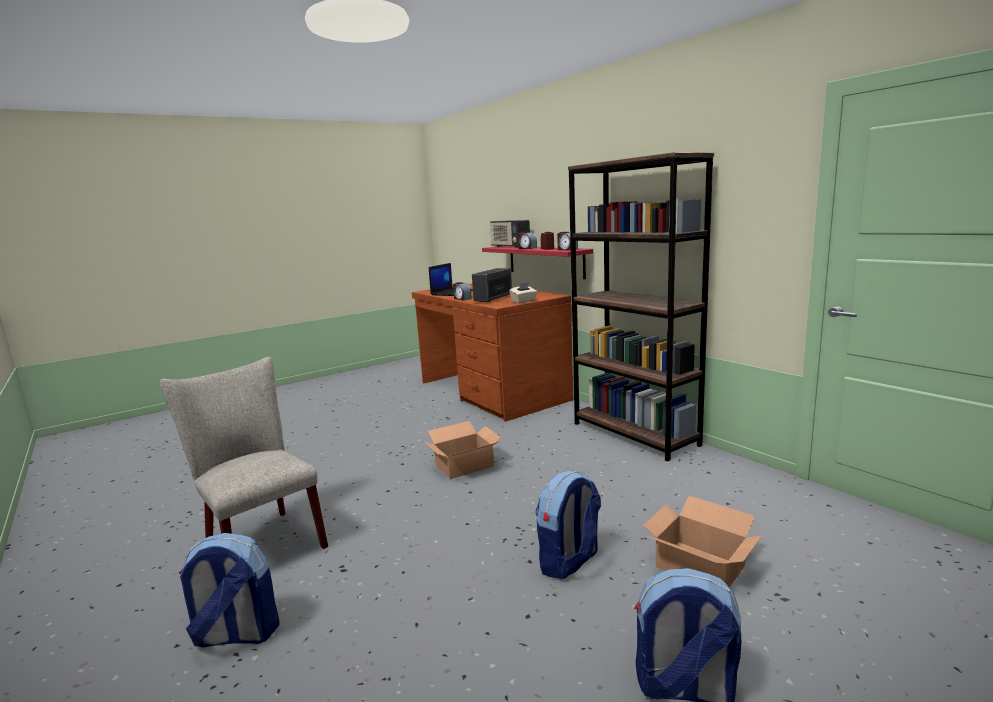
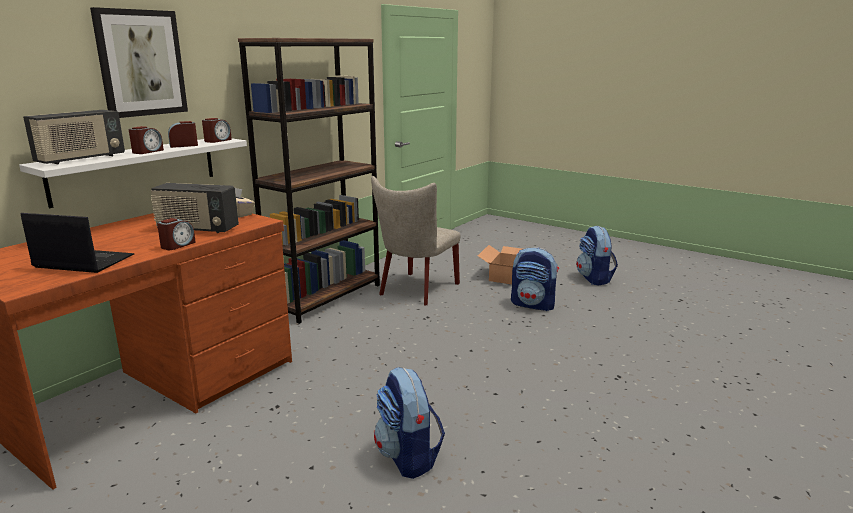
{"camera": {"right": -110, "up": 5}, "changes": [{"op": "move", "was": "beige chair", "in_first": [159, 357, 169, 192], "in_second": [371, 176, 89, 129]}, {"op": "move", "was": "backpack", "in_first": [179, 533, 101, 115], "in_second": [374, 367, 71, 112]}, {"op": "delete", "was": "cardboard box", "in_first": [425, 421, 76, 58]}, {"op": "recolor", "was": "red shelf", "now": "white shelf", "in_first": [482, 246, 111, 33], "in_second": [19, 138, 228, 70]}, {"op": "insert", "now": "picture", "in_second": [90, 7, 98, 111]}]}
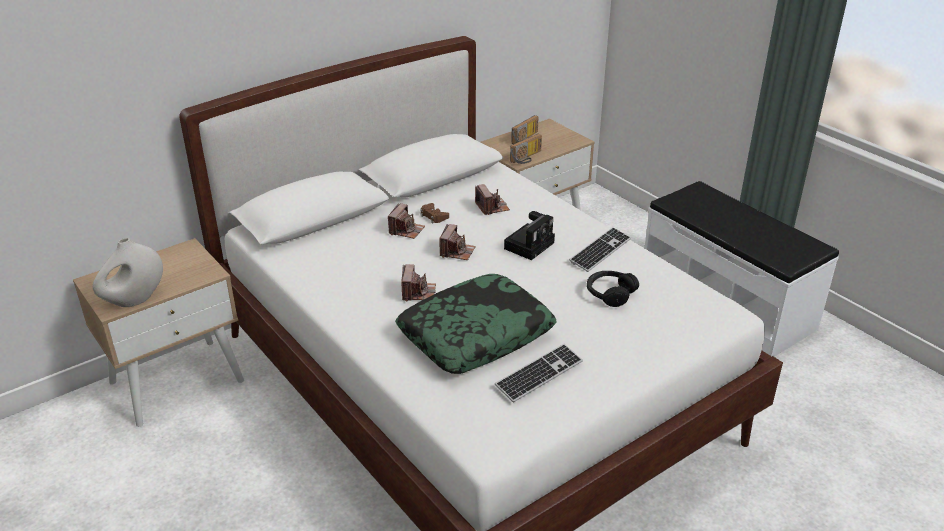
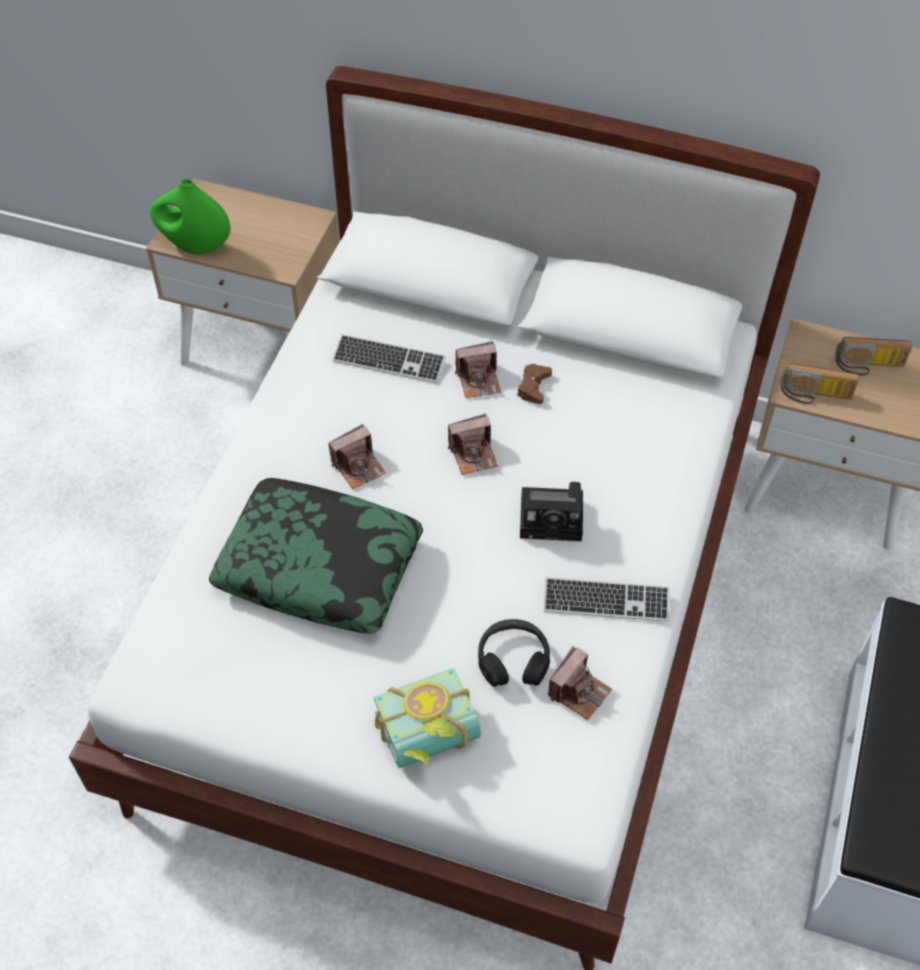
{"camera": {"right": 55, "up": 20}, "changes": [{"op": "recolor", "was": "white vase", "now": "green vase", "in_first": [92, 238, 71, 69], "in_second": [150, 179, 80, 75]}, {"op": "move", "was": "photo camera", "in_first": [475, 184, 35, 31], "in_second": [548, 646, 64, 74]}, {"op": "move", "was": "keyboard", "in_first": [495, 344, 88, 59], "in_second": [333, 334, 113, 49]}, {"op": "insert", "now": "book", "in_second": [374, 668, 107, 100]}]}
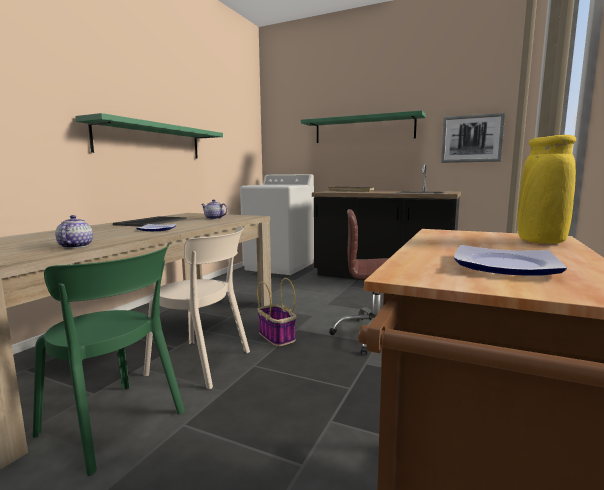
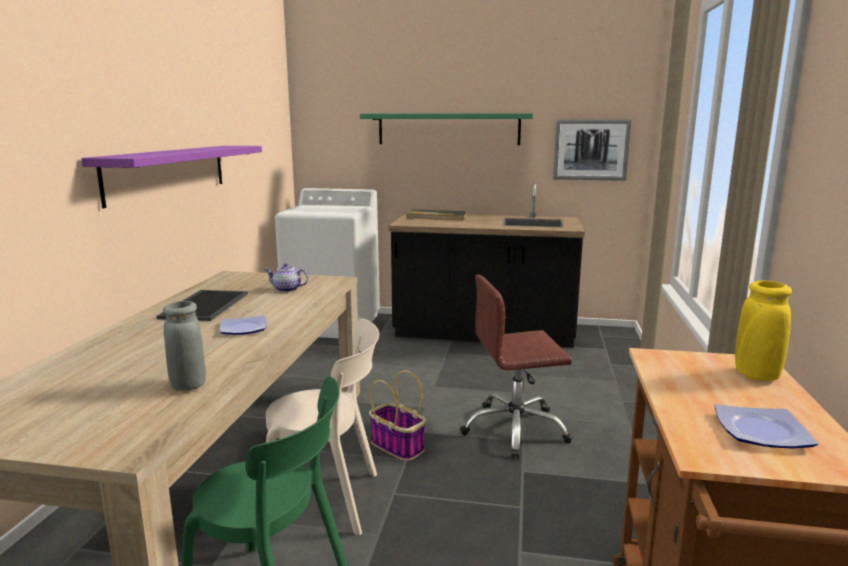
{"camera": {"right": -15, "up": 5}, "changes": [{"op": "replace", "was": "teapot", "now": "grey vase", "in_first": [55, 215, 38, 33], "in_second": [163, 301, 43, 90]}, {"op": "recolor", "was": "green shelf", "now": "purple shelf", "in_first": [75, 113, 148, 46], "in_second": [81, 146, 181, 62]}]}
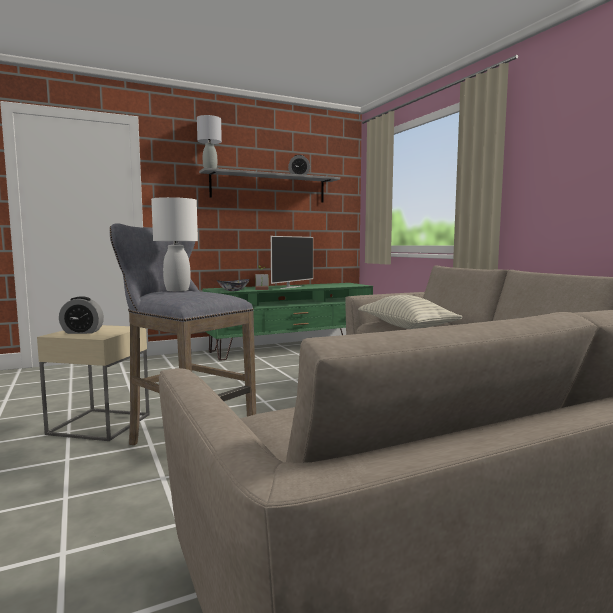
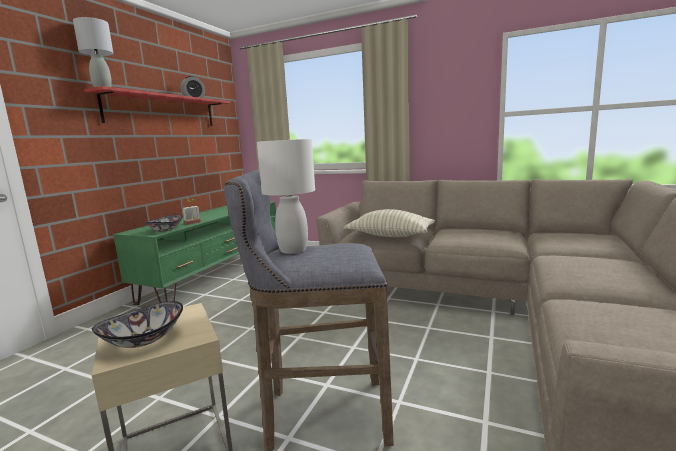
{"camera": {"right": -40, "up": 5}, "changes": [{"op": "replace", "was": "alarm clock", "now": "bowl", "in_first": [59, 296, 45, 38], "in_second": [92, 301, 91, 47]}, {"op": "recolor", "was": "grey shelf", "now": "red shelf", "in_first": [199, 168, 141, 35], "in_second": [84, 86, 146, 40]}, {"op": "delete", "was": "television", "in_first": [271, 236, 42, 53]}]}
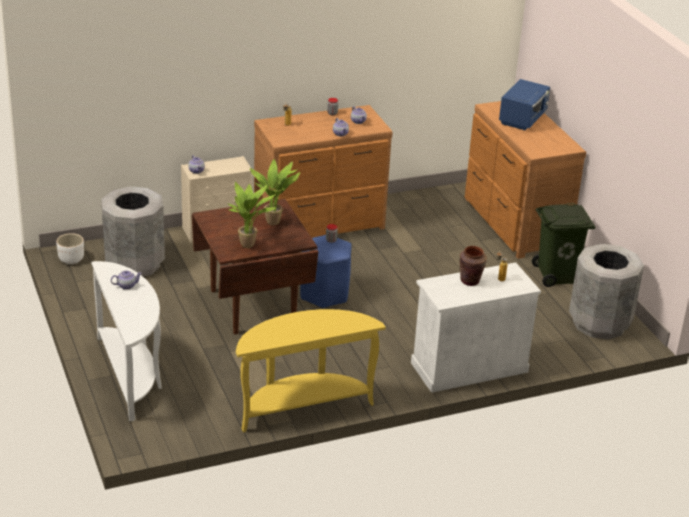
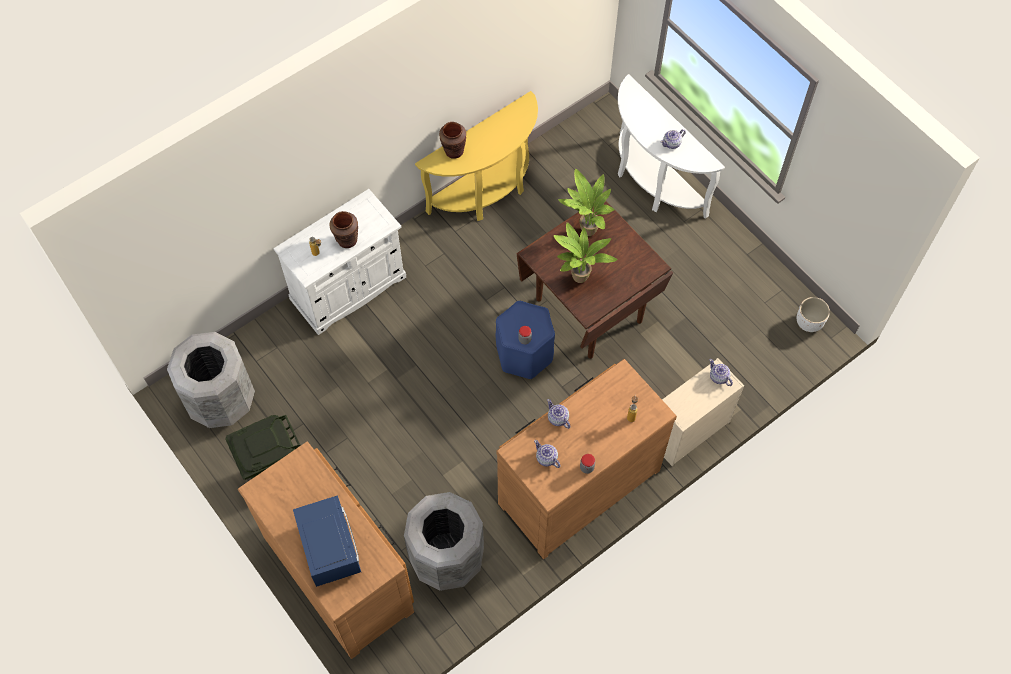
{"camera": {"right": 165, "up": 30}, "changes": [{"op": "move", "was": "grey trash can", "in_first": [101, 186, 64, 91], "in_second": [404, 492, 80, 99]}, {"op": "rotate", "was": "blue microwave", "in_first": [499, 79, 51, 51], "in_second": [293, 495, 68, 92], "clockwise": 150}, {"op": "insert", "now": "brown vase", "in_second": [439, 122, 27, 37]}]}
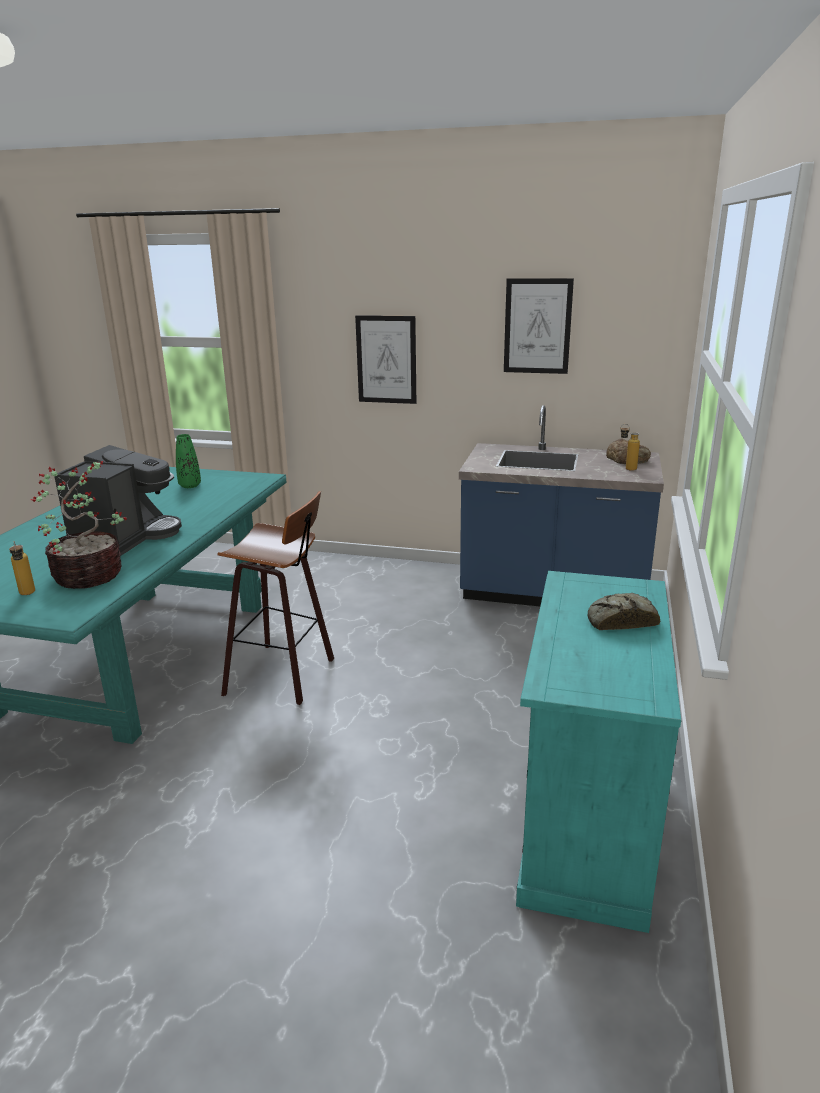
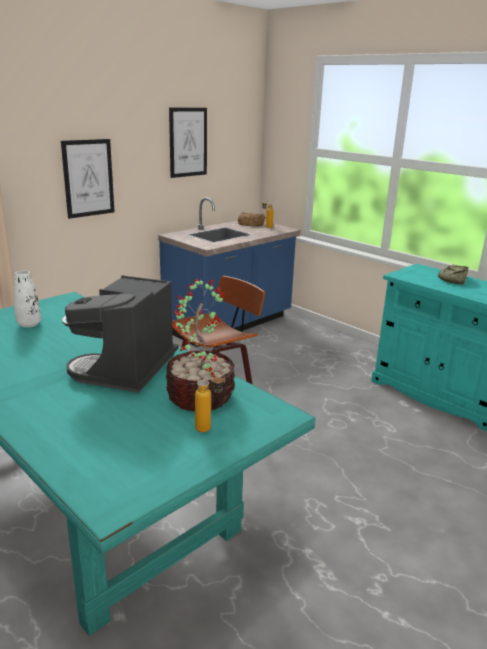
{"camera": {"right": -60, "up": 0}, "changes": [{"op": "rotate", "was": "coffee machine", "in_first": [54, 445, 128, 111], "in_second": [62, 275, 116, 118], "clockwise": -120}, {"op": "recolor", "was": "green vase", "now": "white vase", "in_first": [176, 434, 25, 54], "in_second": [14, 271, 27, 57]}]}
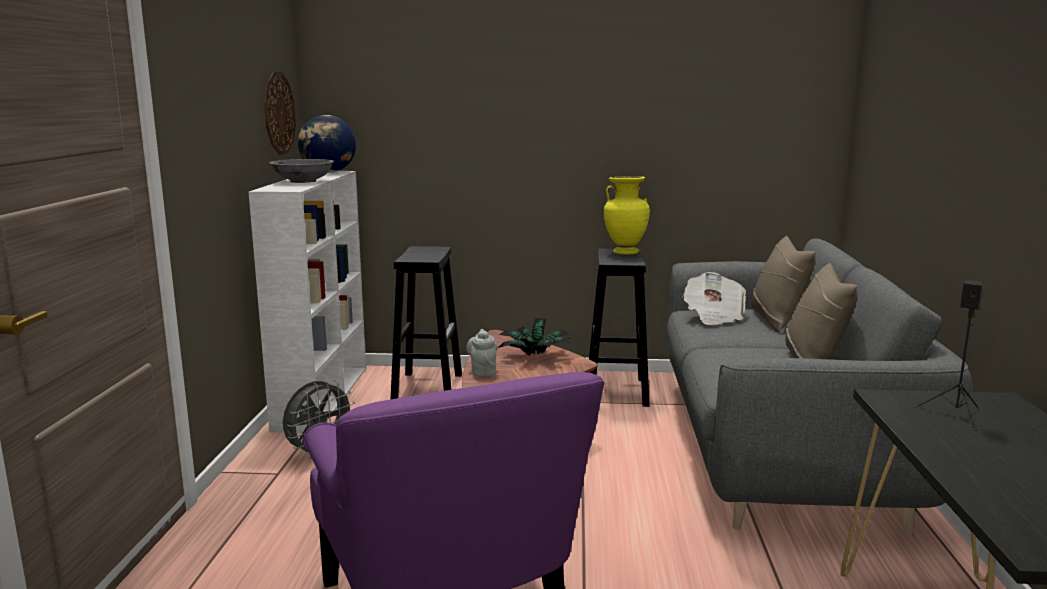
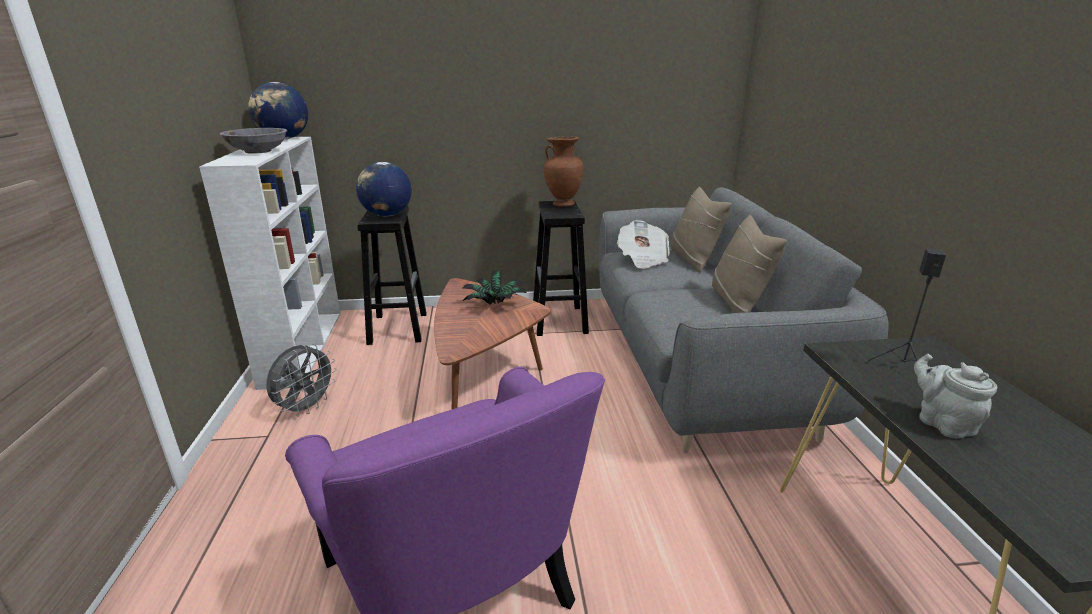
{"camera": {"right": -10, "up": 10}, "changes": [{"op": "delete", "was": "wall clock", "in_first": [264, 72, 32, 83]}, {"op": "move", "was": "grey teapot", "in_first": [466, 329, 31, 47], "in_second": [914, 354, 83, 84]}, {"op": "recolor", "was": "yellow vase", "now": "brown vase", "in_first": [604, 176, 46, 79], "in_second": [544, 136, 39, 71]}, {"op": "insert", "now": "globe", "in_second": [356, 162, 56, 54]}]}
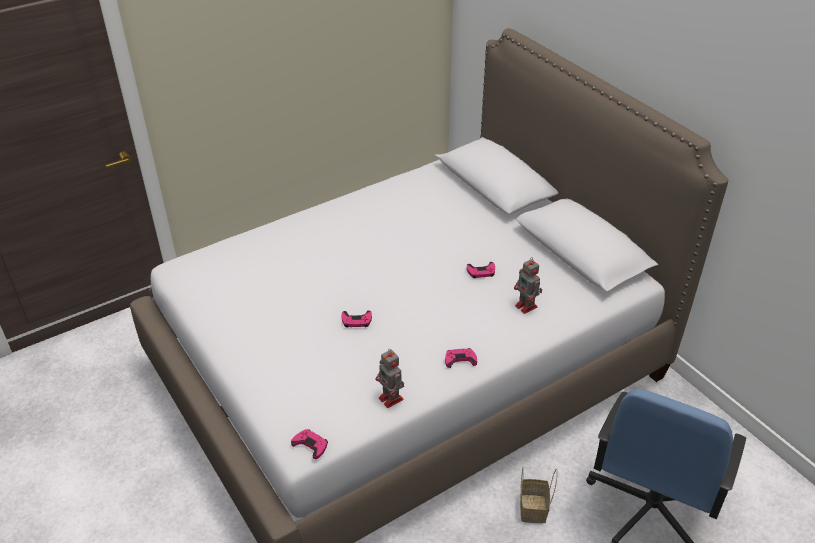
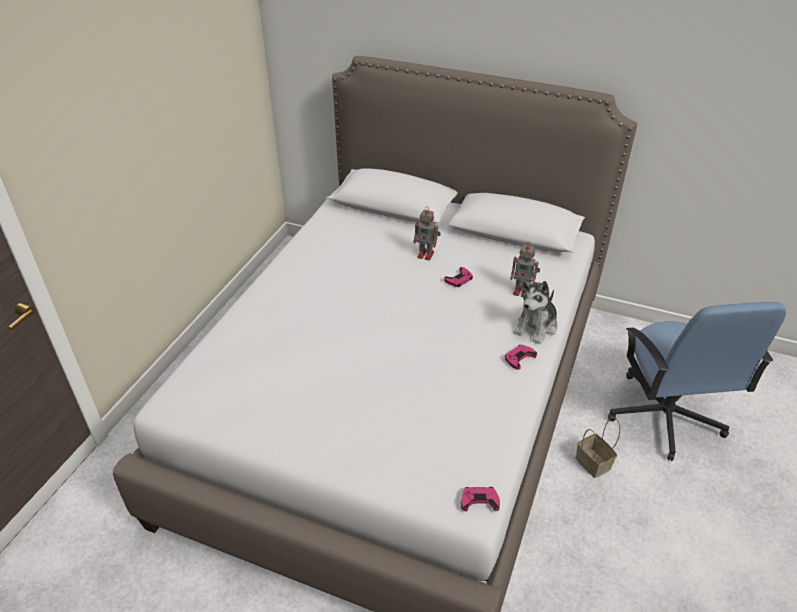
{"camera": {"right": -35, "up": 0}, "changes": [{"op": "delete", "was": "pink game controller", "in_first": [342, 310, 30, 18]}, {"op": "move", "was": "toy robot", "in_first": [375, 350, 29, 58], "in_second": [413, 206, 28, 55]}, {"op": "insert", "now": "plush toy", "in_second": [514, 280, 44, 64]}]}
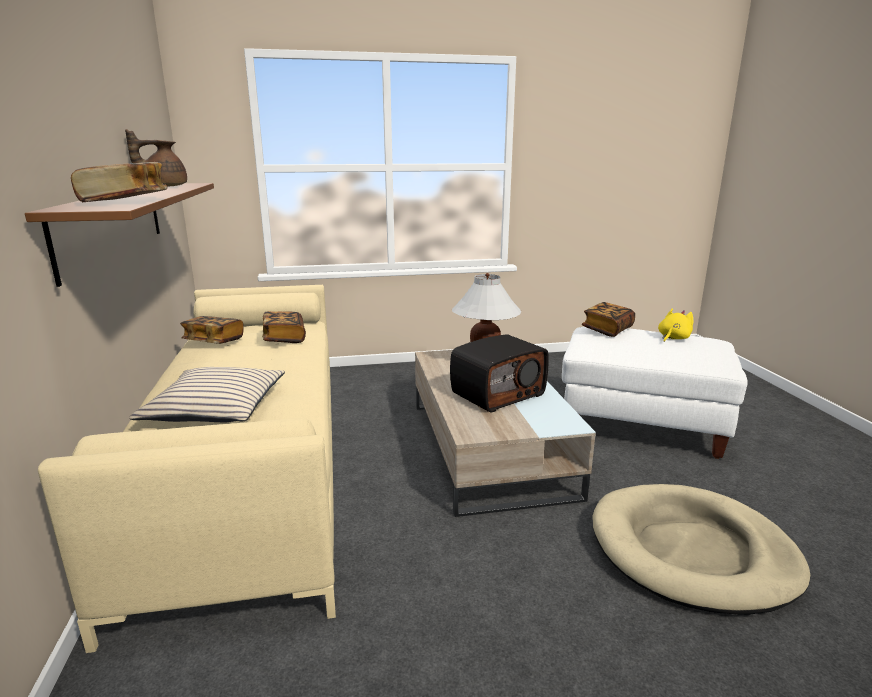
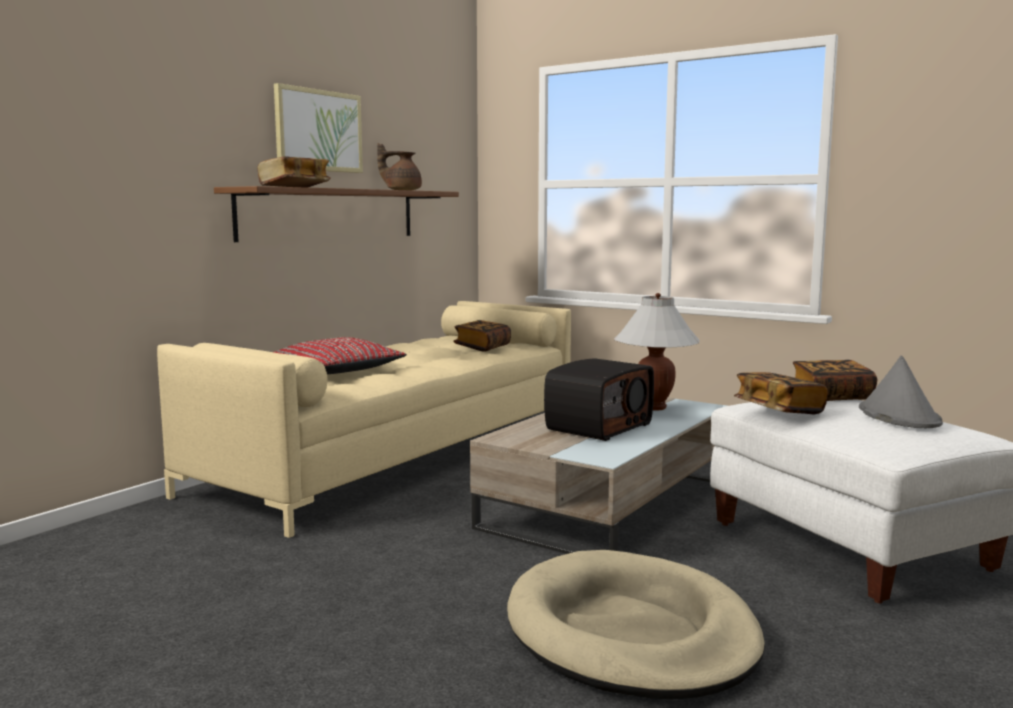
{"camera": {"right": 45, "up": -10}, "changes": [{"op": "recolor", "was": "beige pillow", "now": "red pillow", "in_first": [129, 367, 156, 55], "in_second": [274, 337, 133, 37]}, {"op": "move", "was": "book", "in_first": [180, 316, 64, 28], "in_second": [734, 372, 94, 42]}, {"op": "rotate", "was": "radio", "in_first": [450, 335, 99, 77], "in_second": [544, 358, 110, 83], "clockwise": -60}, {"op": "replace", "was": "yellow plush toy", "now": "grey hat", "in_first": [658, 308, 35, 34], "in_second": [859, 355, 84, 73]}, {"op": "insert", "now": "picture", "in_second": [274, 83, 89, 90]}]}
